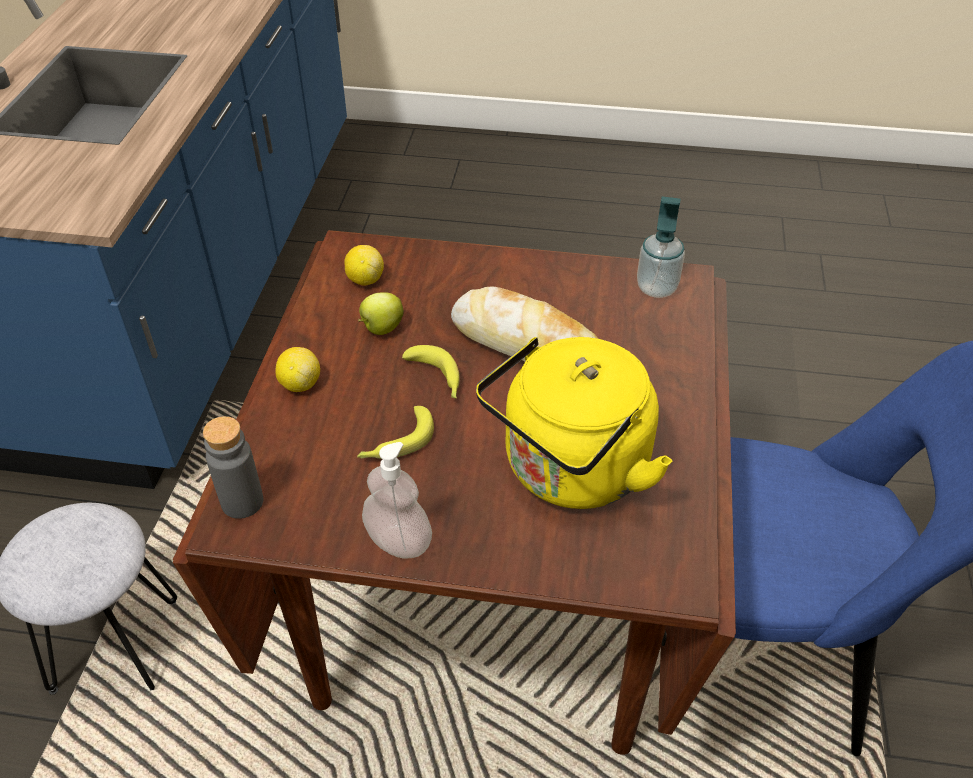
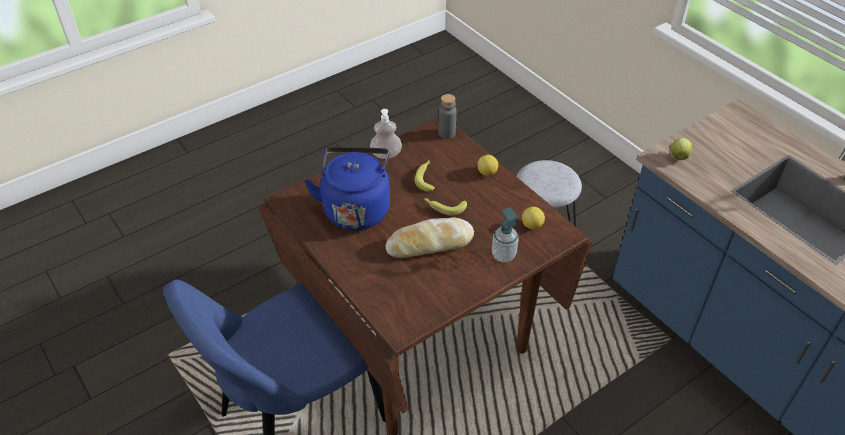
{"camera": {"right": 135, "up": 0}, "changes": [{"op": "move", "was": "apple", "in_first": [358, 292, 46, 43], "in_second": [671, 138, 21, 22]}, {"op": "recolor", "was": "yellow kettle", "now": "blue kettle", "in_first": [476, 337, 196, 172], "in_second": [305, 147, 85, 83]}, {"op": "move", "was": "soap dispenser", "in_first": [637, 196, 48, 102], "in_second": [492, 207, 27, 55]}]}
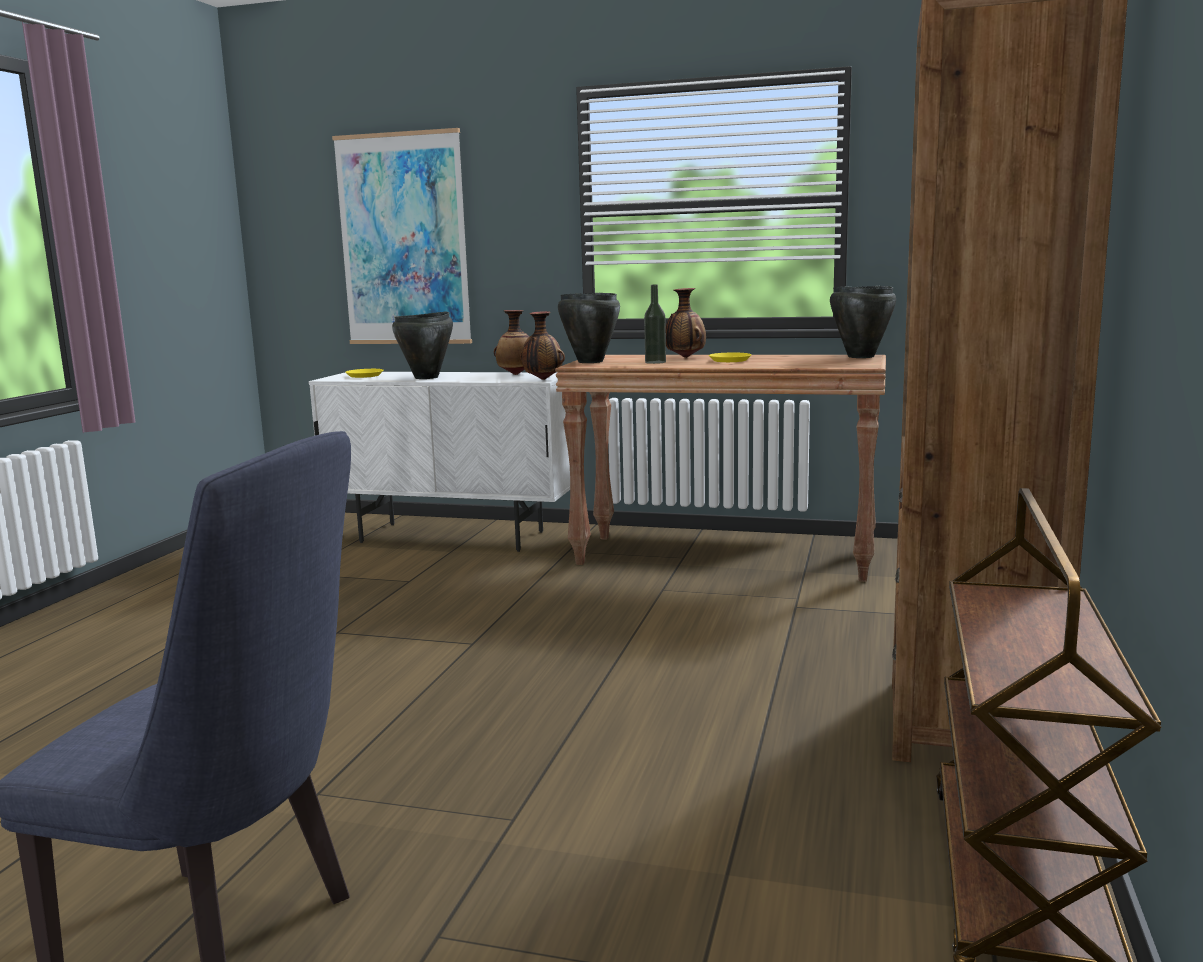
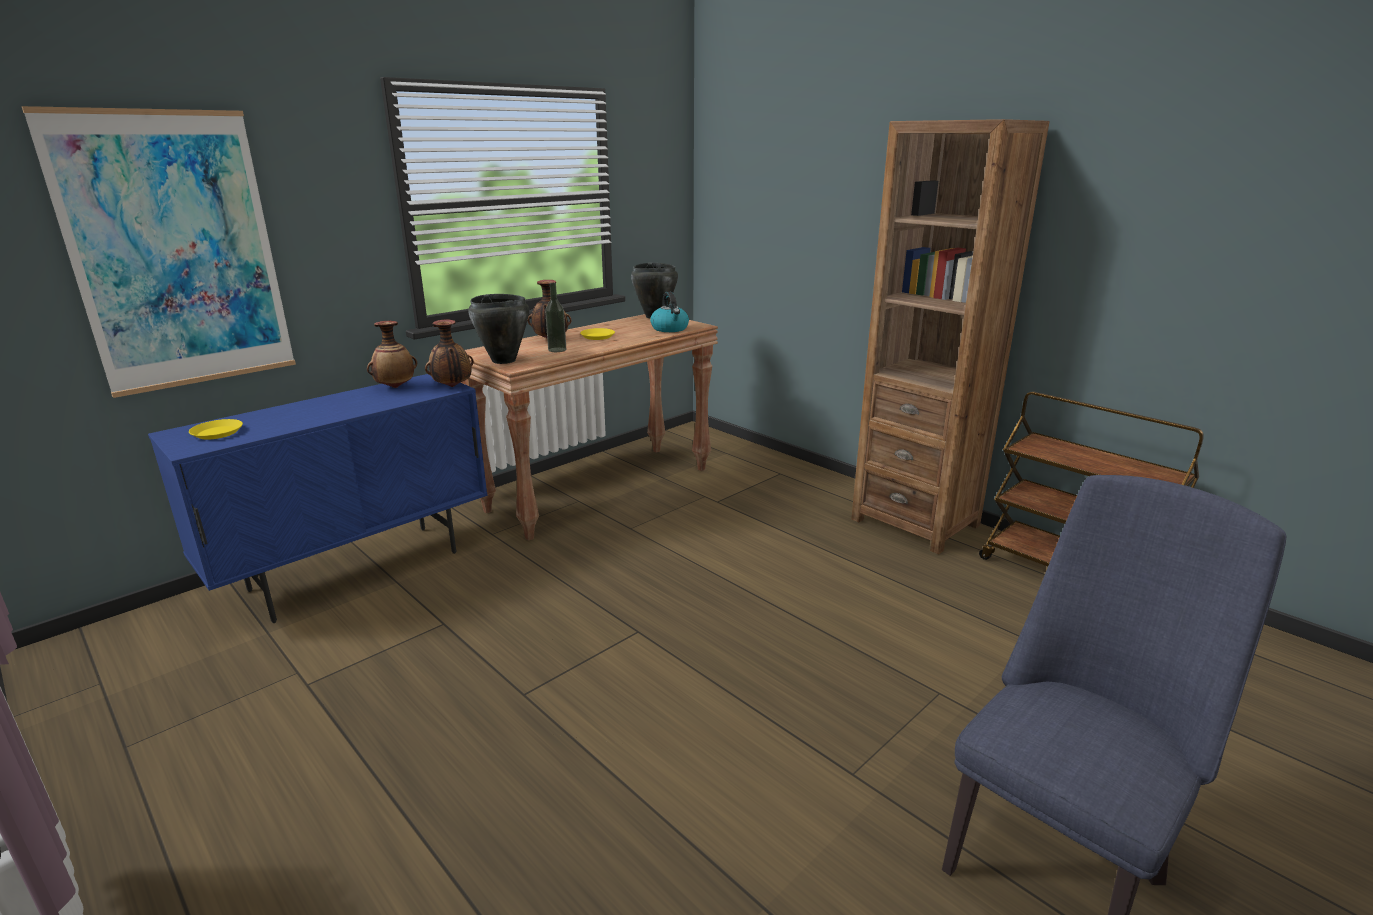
{"camera": {"right": -60, "up": 10}, "changes": [{"op": "recolor", "was": "white cabinet", "now": "blue cabinet", "in_first": [309, 372, 261, 180], "in_second": [148, 374, 340, 249]}, {"op": "delete", "was": "black cooking pot", "in_first": [392, 311, 61, 68]}, {"op": "insert", "now": "kettle", "in_second": [650, 292, 39, 40]}]}
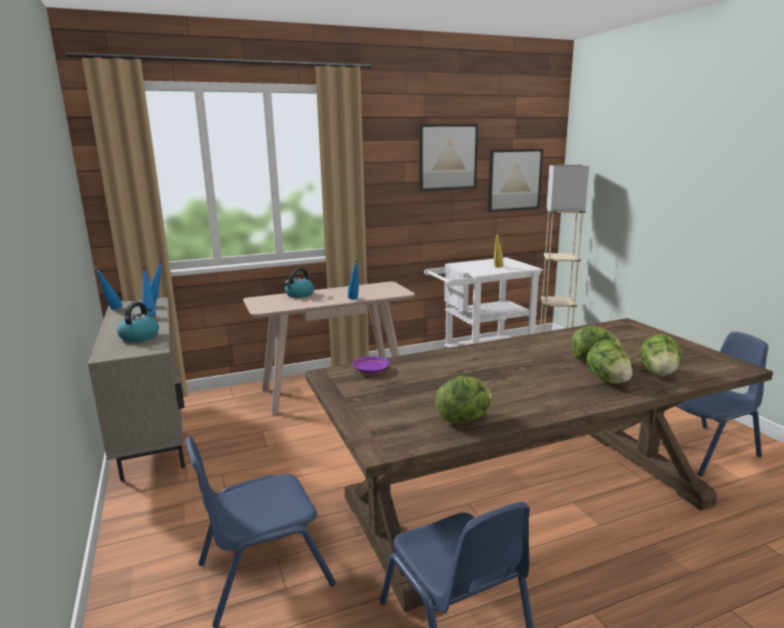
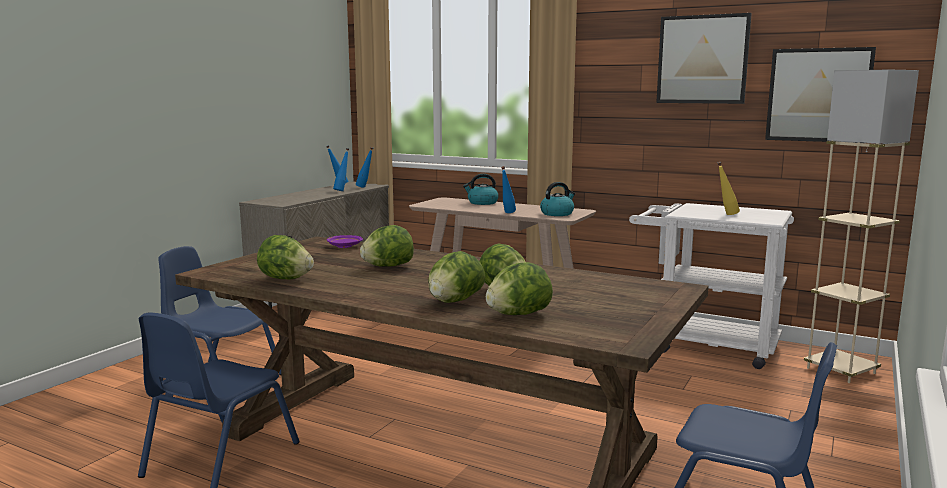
{"camera": {"right": 50, "up": -5}, "changes": [{"op": "move", "was": "kettle", "in_first": [117, 302, 42, 40], "in_second": [540, 182, 35, 34]}, {"op": "insert", "now": "lettuce", "in_second": [360, 225, 54, 42]}]}
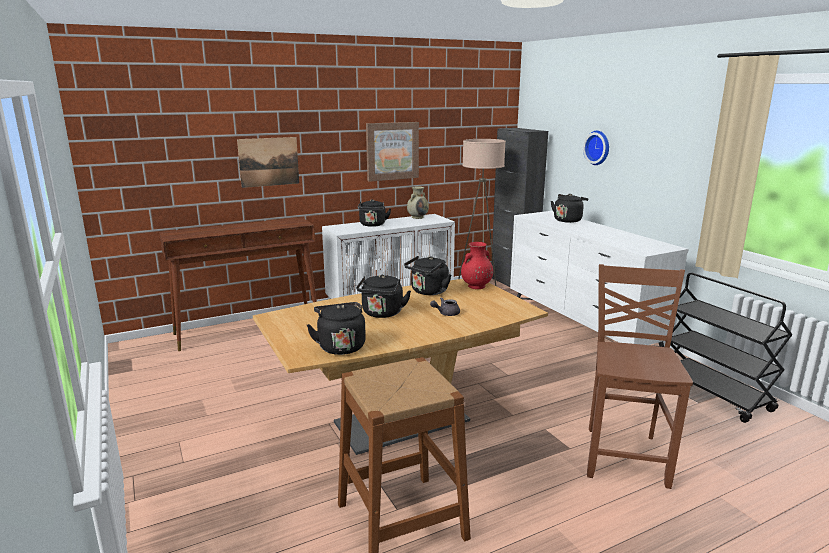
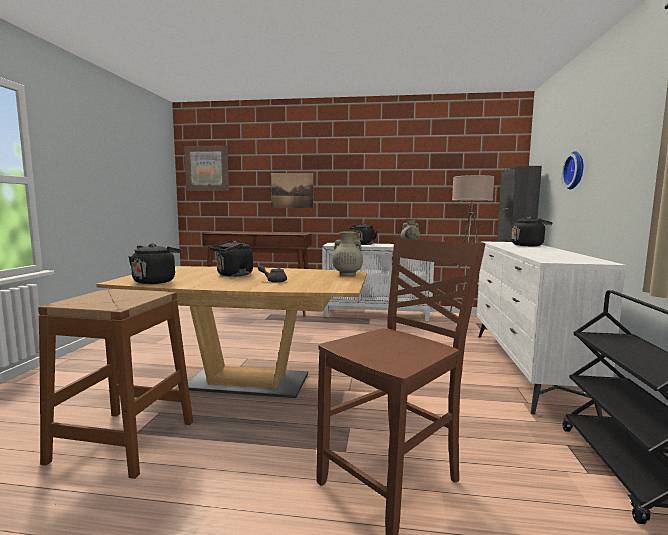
{"camera": {"right": 35, "up": -10}, "changes": [{"op": "move", "was": "picture", "in_first": [366, 122, 53, 60], "in_second": [184, 145, 45, 46]}, {"op": "delete", "was": "black kettle", "in_first": [404, 256, 47, 39]}, {"op": "recolor", "was": "red vase", "now": "beige vase", "in_first": [461, 242, 32, 47], "in_second": [332, 232, 31, 44]}]}
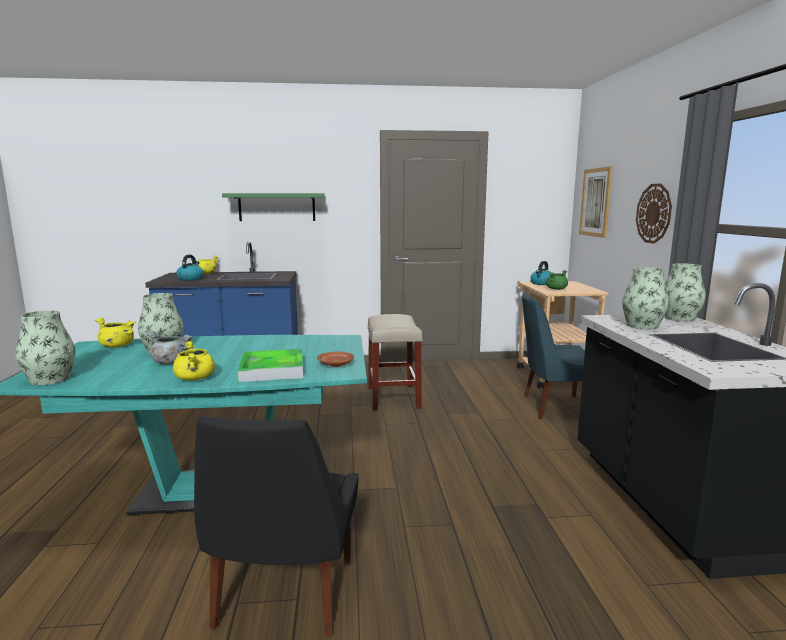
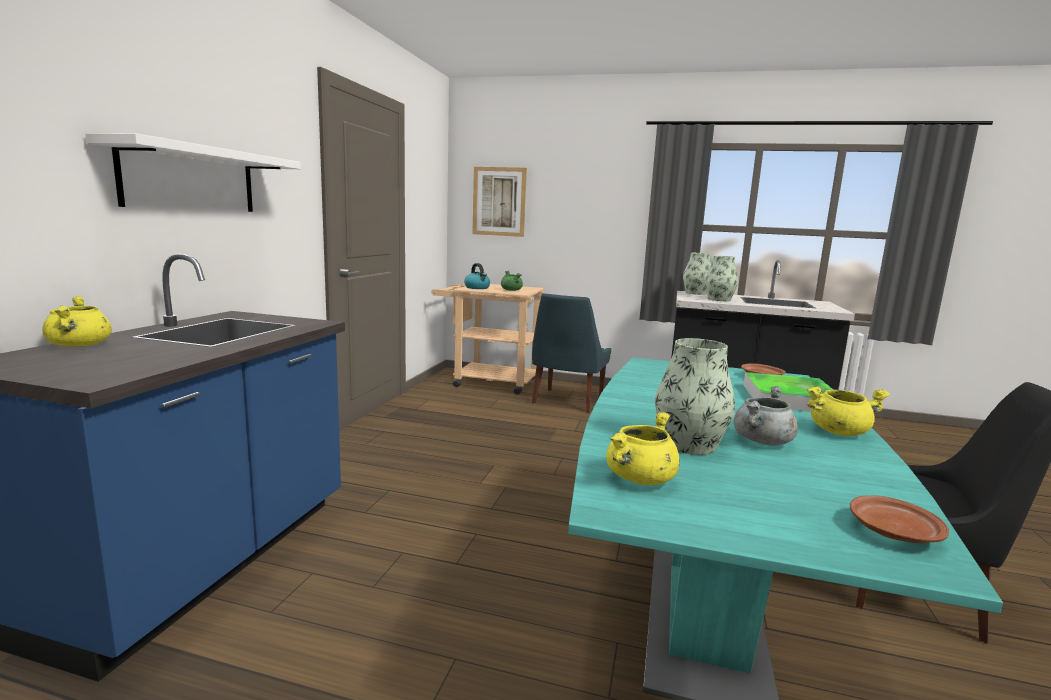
{"camera": {"right": -70, "up": 0}, "changes": [{"op": "replace", "was": "vase", "now": "brown plate", "in_first": [16, 310, 60, 75], "in_second": [850, 495, 99, 48]}, {"op": "delete", "was": "kettle", "in_first": [176, 255, 28, 26]}, {"op": "recolor", "was": "green shelf", "now": "white shelf", "in_first": [222, 193, 103, 28], "in_second": [85, 133, 216, 79]}, {"op": "delete", "was": "beige stool", "in_first": [367, 314, 56, 97]}, {"op": "delete", "was": "wall clock", "in_first": [636, 183, 36, 61]}]}
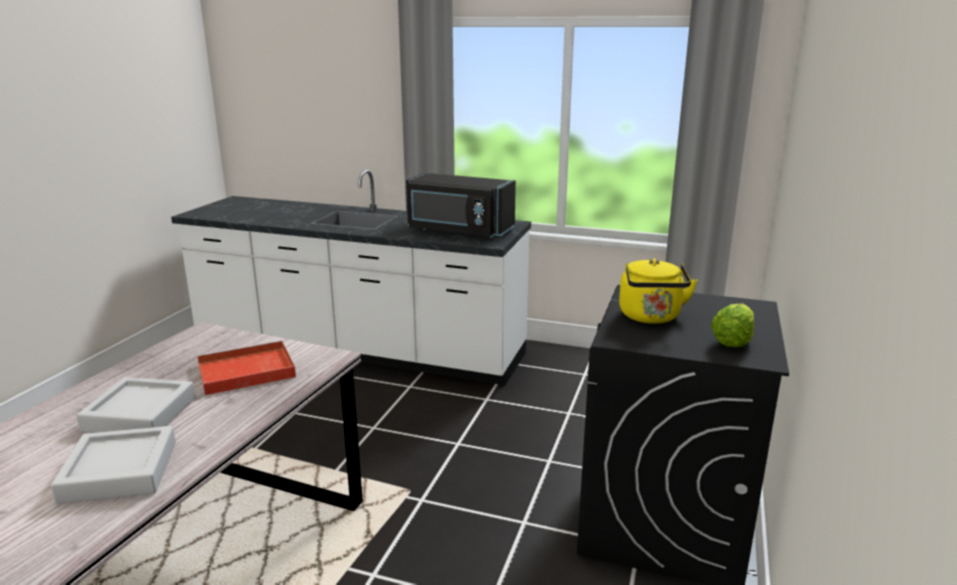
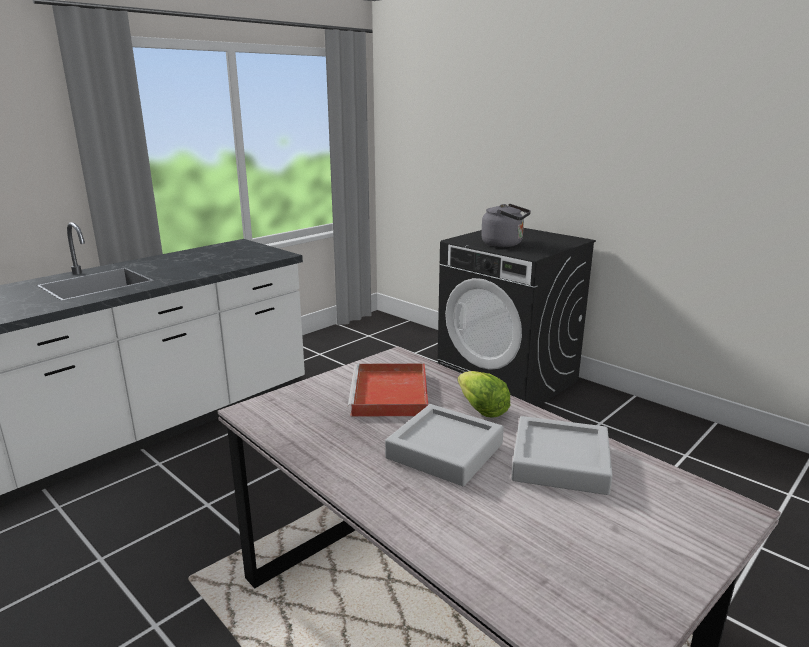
{"camera": {"right": -65, "up": 0}, "changes": [{"op": "delete", "was": "black microwave", "in_first": [406, 173, 110, 65]}, {"op": "recolor", "was": "yellow kettle", "now": "grey kettle", "in_first": [619, 259, 79, 65], "in_second": [481, 204, 50, 43]}, {"op": "move", "was": "lettuce", "in_first": [711, 304, 43, 43], "in_second": [458, 371, 52, 47]}]}
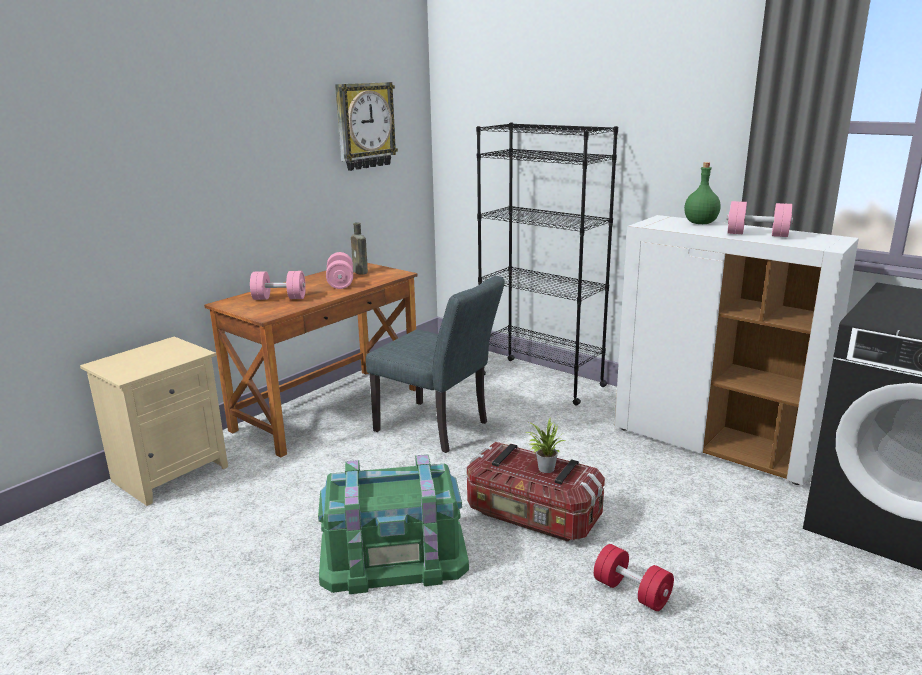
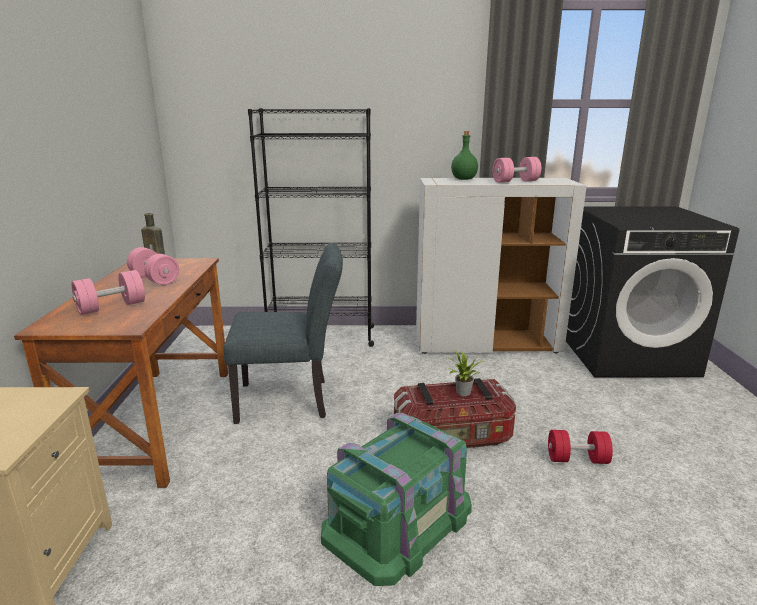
{"camera": {"right": -40, "up": 0}, "changes": [{"op": "delete", "was": "wall clock", "in_first": [335, 82, 63, 89]}]}
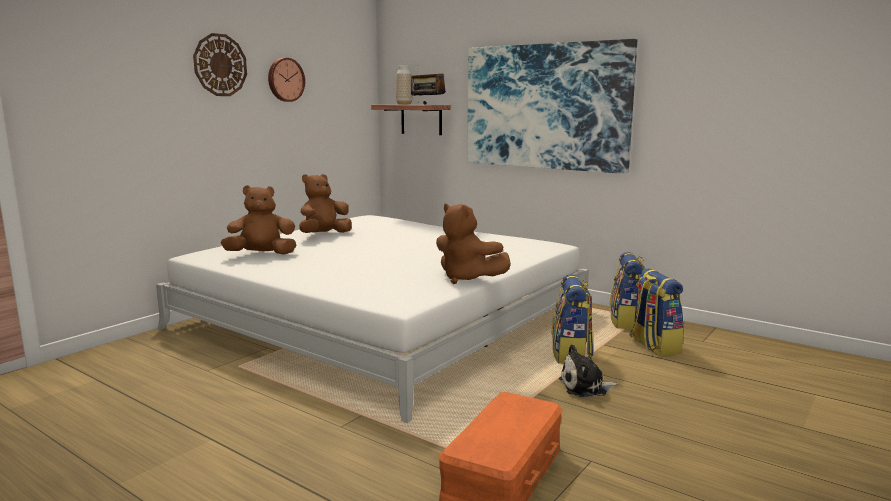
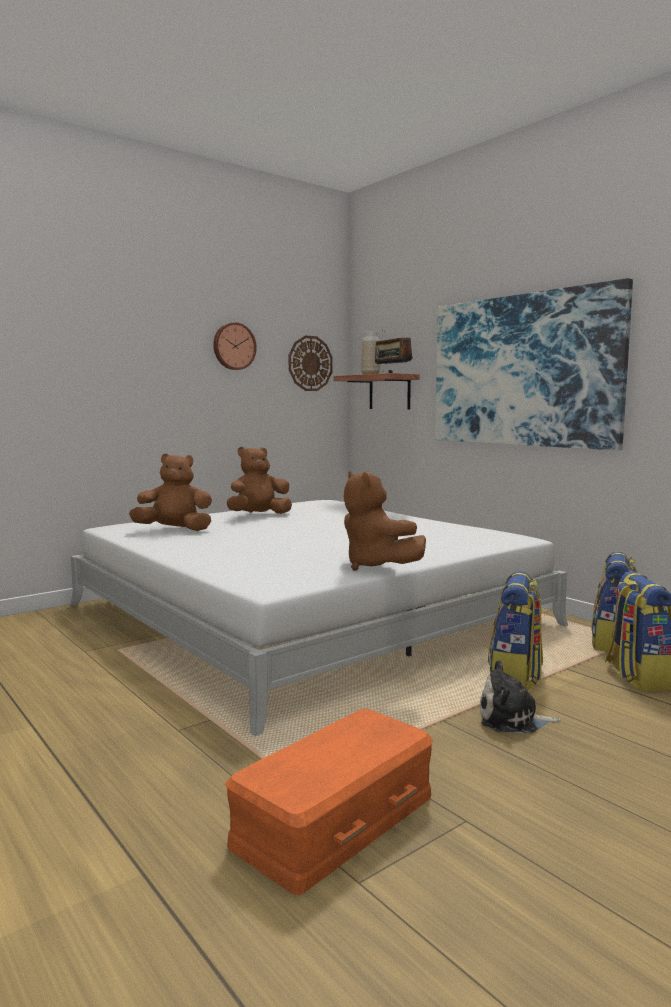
{"camera": {"right": 15, "up": -5}, "changes": [{"op": "move", "was": "wall clock", "in_first": [193, 33, 54, 63], "in_second": [289, 335, 44, 56]}]}
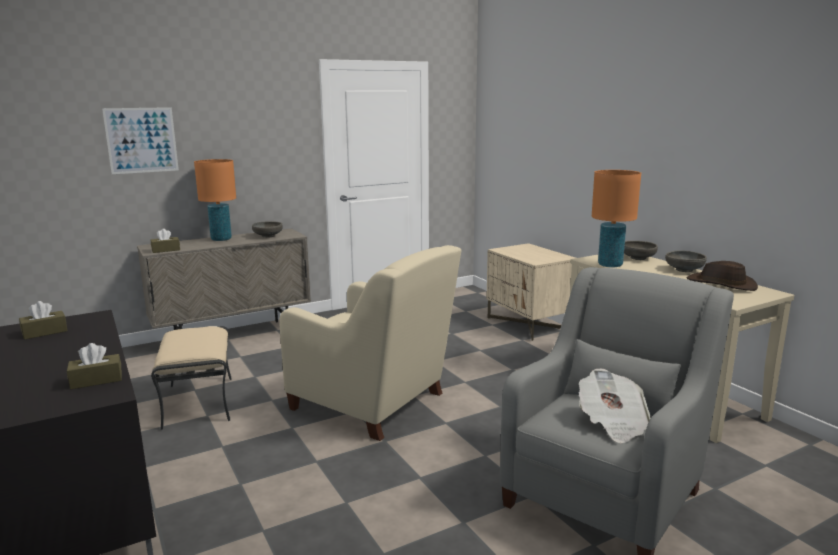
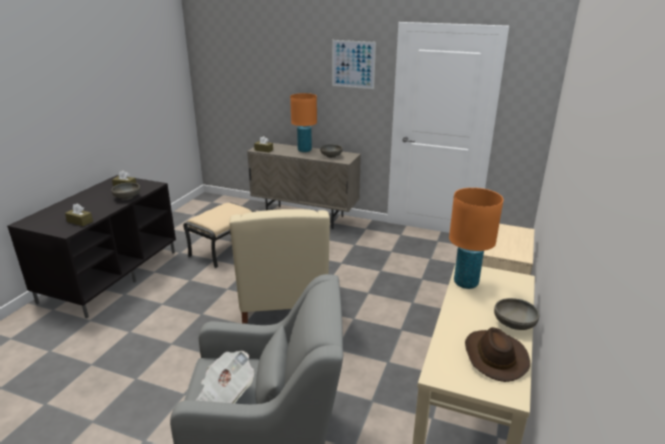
{"camera": {"right": 50, "up": 10}, "changes": [{"op": "move", "was": "picture", "in_first": [102, 107, 77, 67], "in_second": [332, 40, 44, 49]}, {"op": "move", "was": "grey bowl", "in_first": [624, 241, 34, 19], "in_second": [111, 183, 29, 17]}]}
